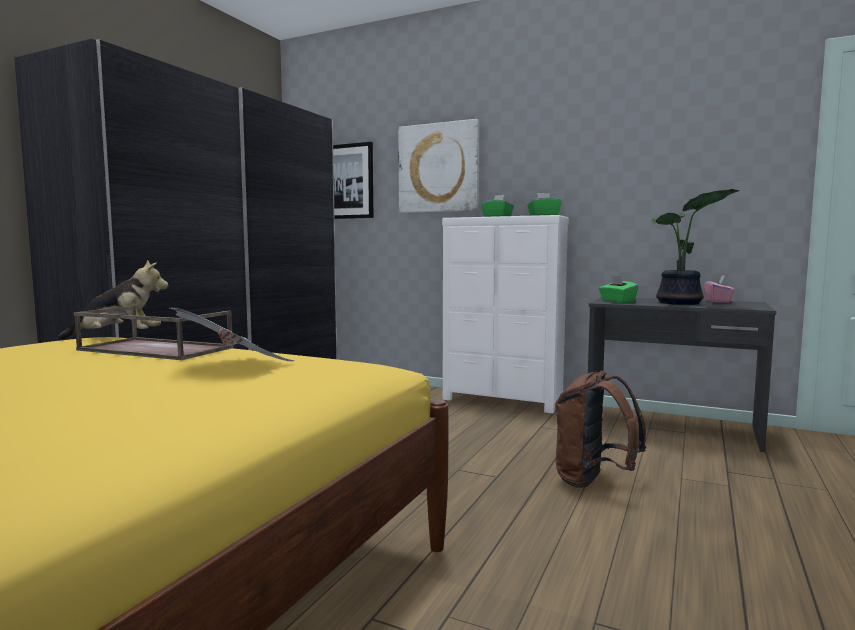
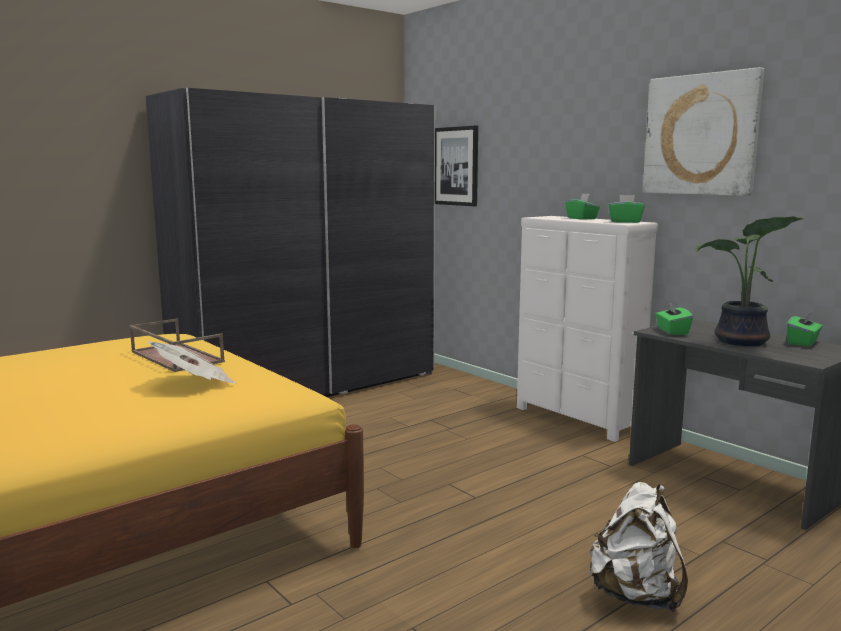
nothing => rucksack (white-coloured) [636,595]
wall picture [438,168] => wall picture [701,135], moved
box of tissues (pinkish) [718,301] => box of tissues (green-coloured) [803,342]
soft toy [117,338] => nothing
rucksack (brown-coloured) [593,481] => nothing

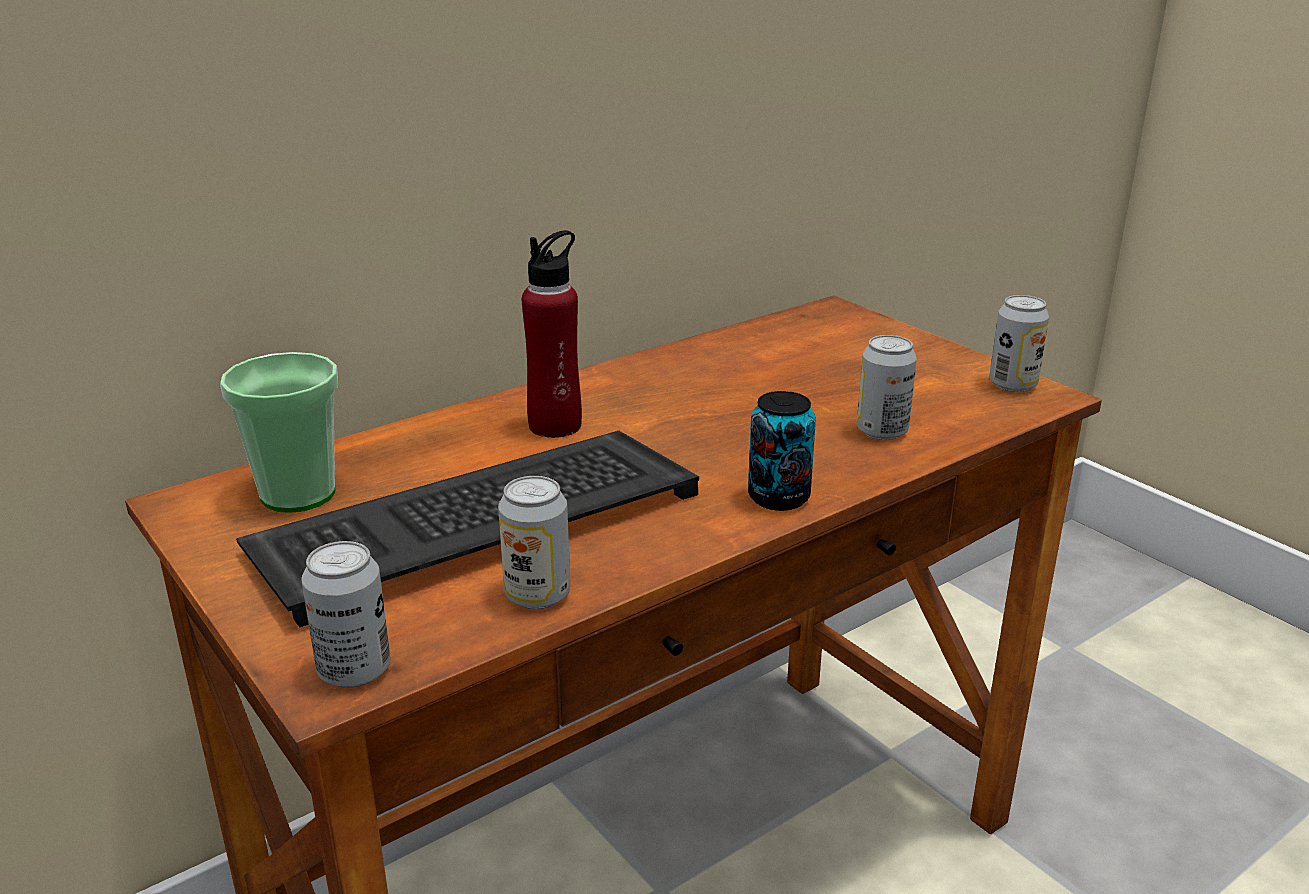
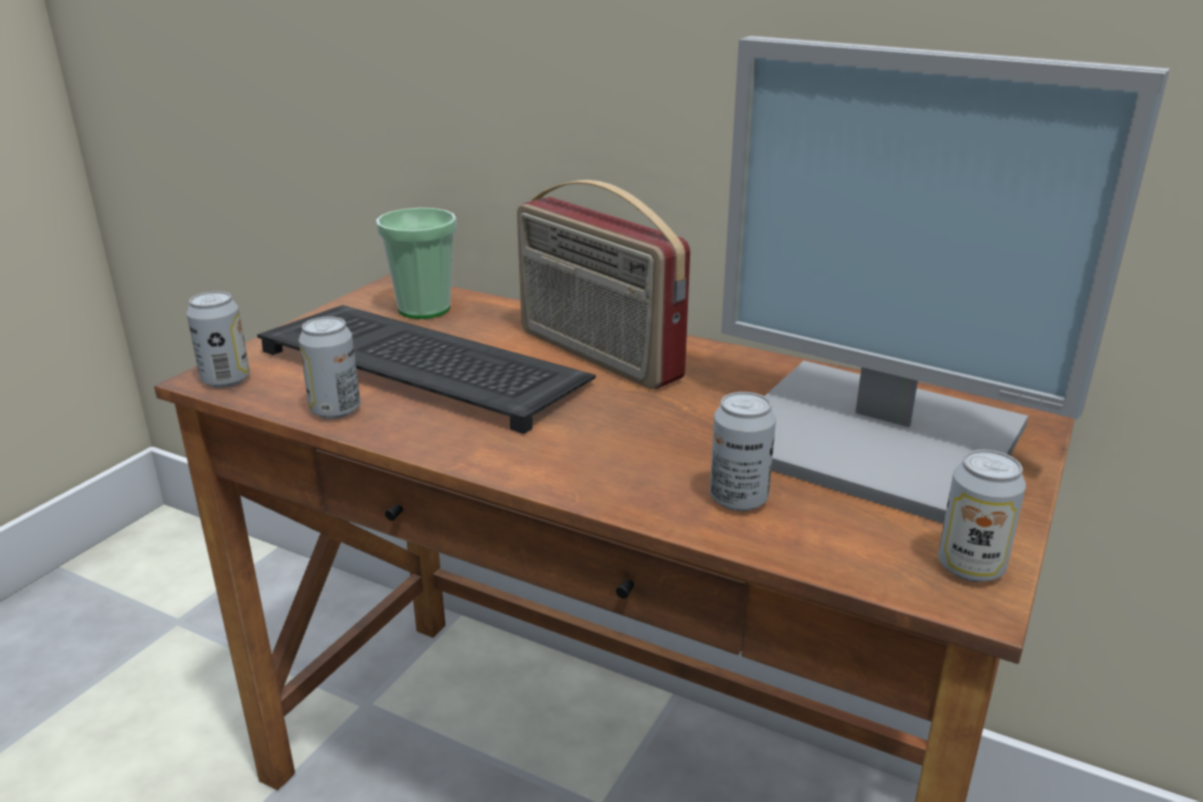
bottle (reddish) [555,425] => radio [596,355]
nothing => computer display [880,439]
sealed can [778,497] => nothing

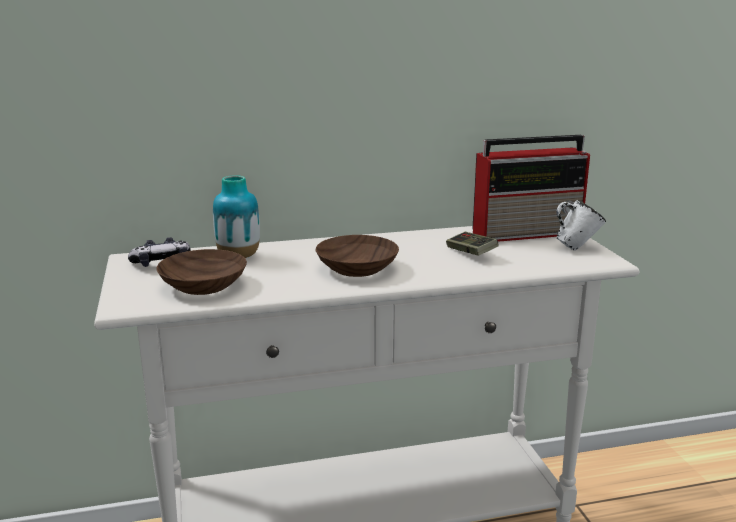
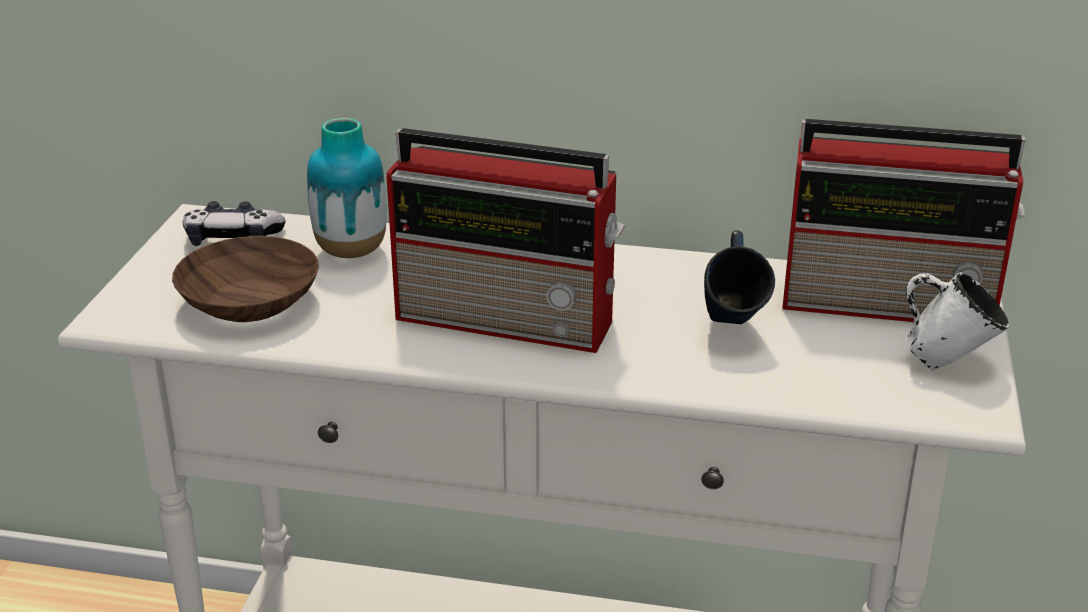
bowl (brown-coloured) [358,268] => radio [510,320]
game controller [471,253] => coffee mug (bluish) [732,330]

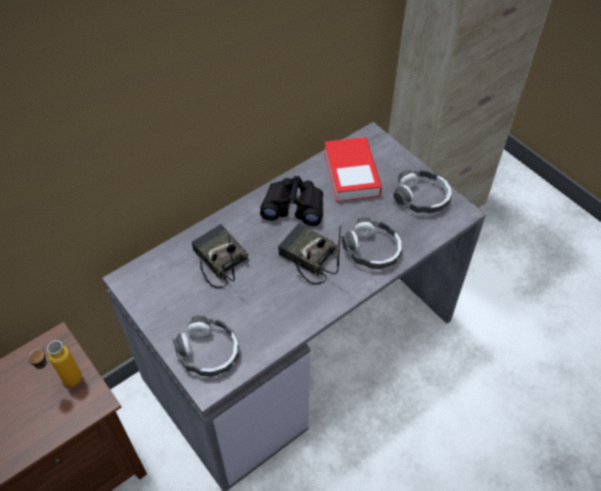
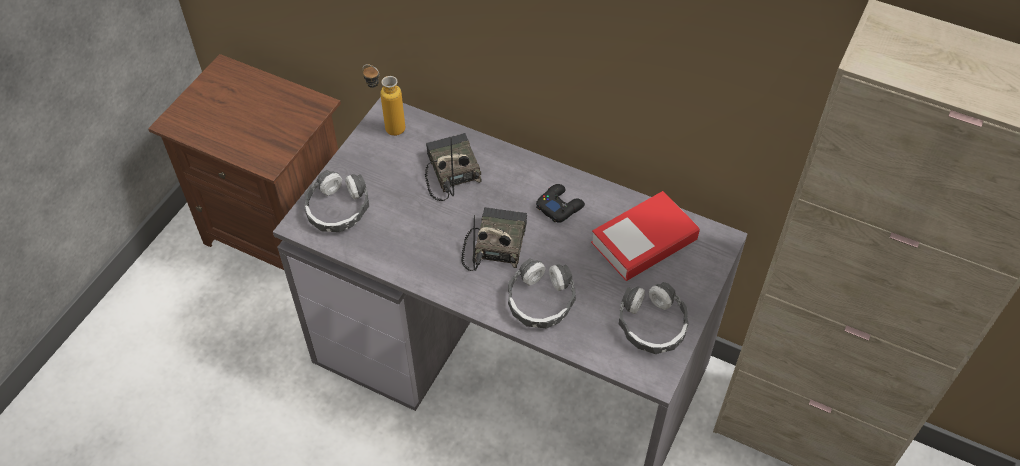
bottle [65,383] => bottle [387,127], moved
radio [218,260] => radio [450,172], 45 degrees counterclockwise
pair of binoculars (black-coloured) [294,206] => game controller (black-coloured) [559,206]

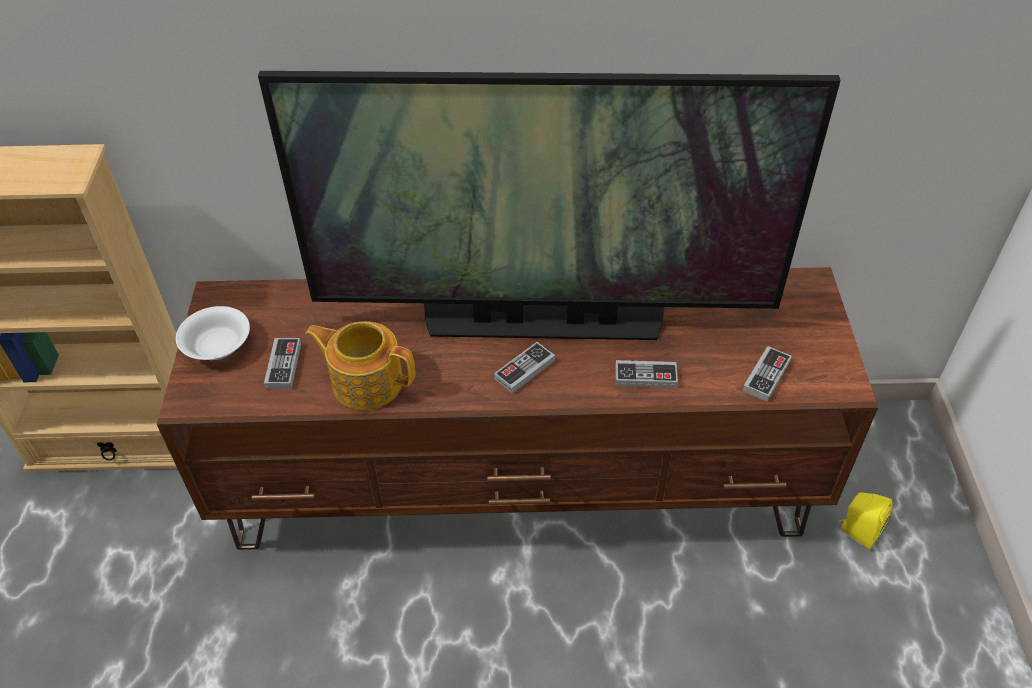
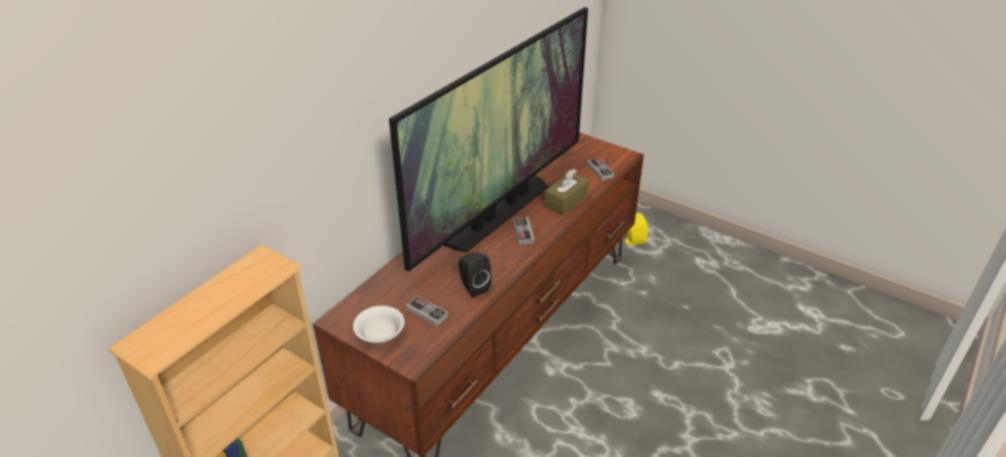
teapot [366,381] => loudspeaker (black-coloured) [473,287]
game controller [645,376] => box of tissues (brown-coloured) [566,200]

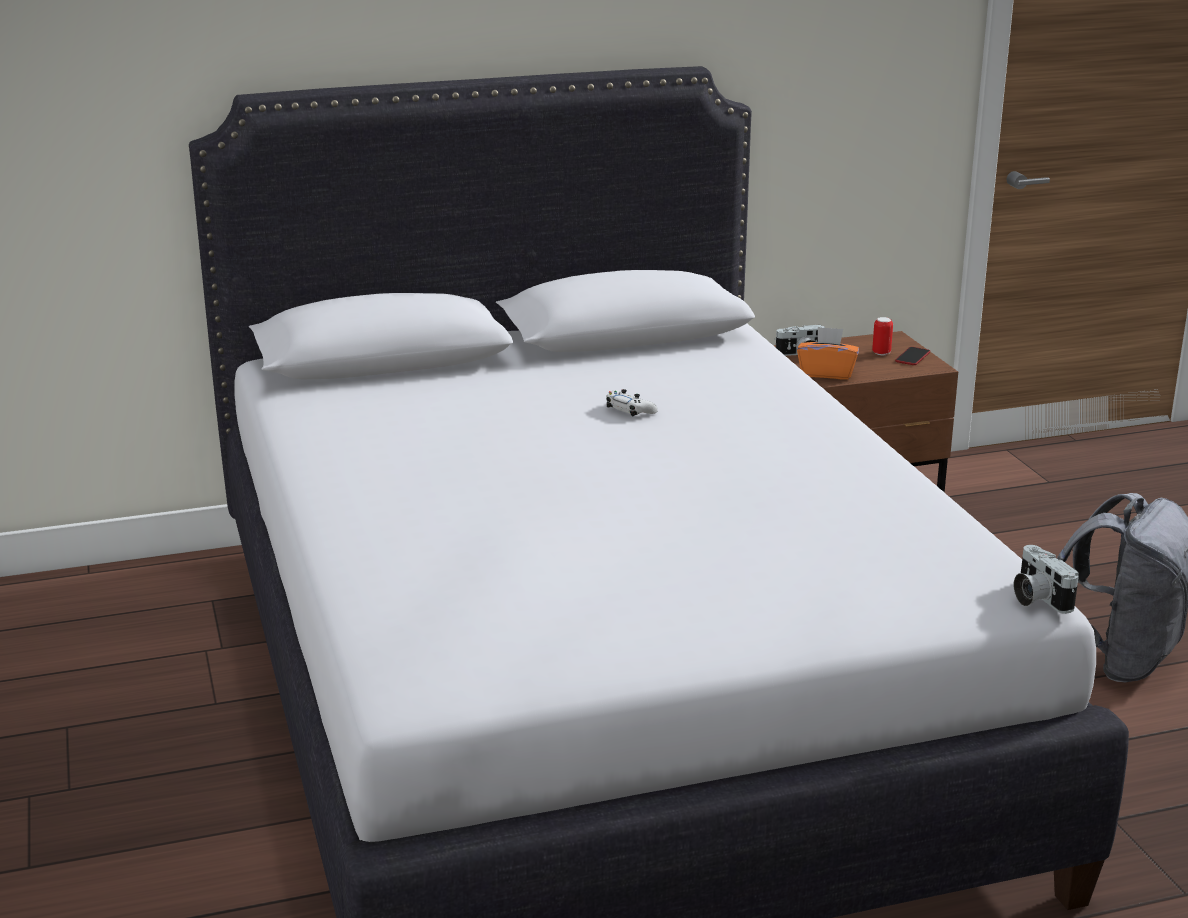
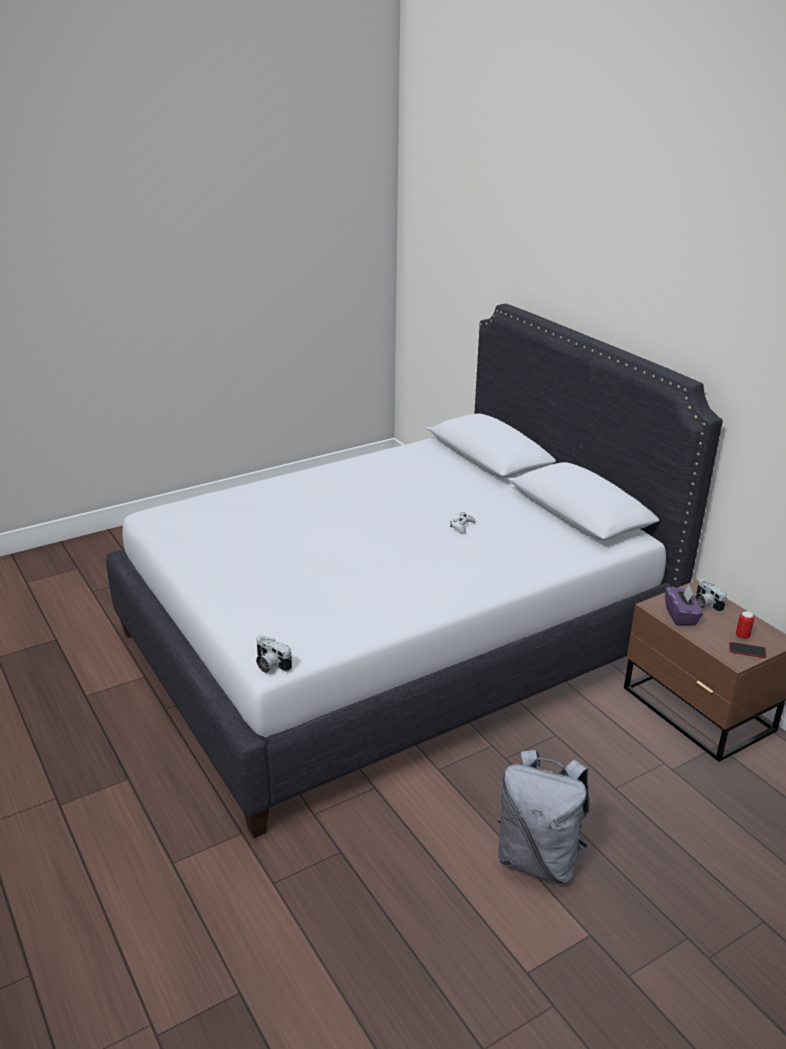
still camera [1036,598] => still camera [270,664], 105 degrees counterclockwise
box of tissues (orange) [827,373] => box of tissues (purplish) [681,616]

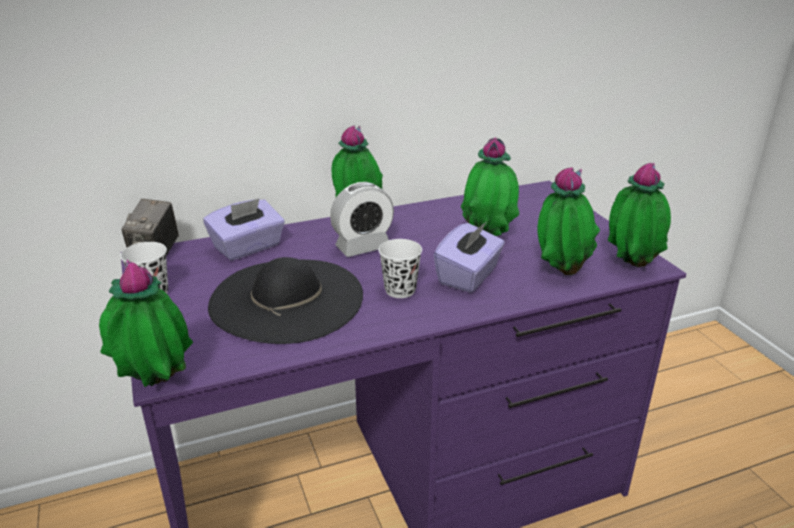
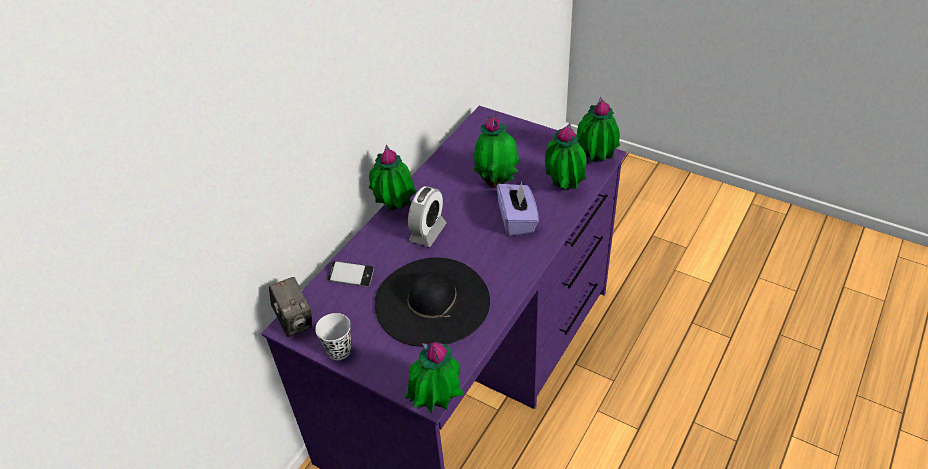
box of tissues (purplish) [248,247] => handset [351,276]
small cup (white-coloured) [400,290] => nothing

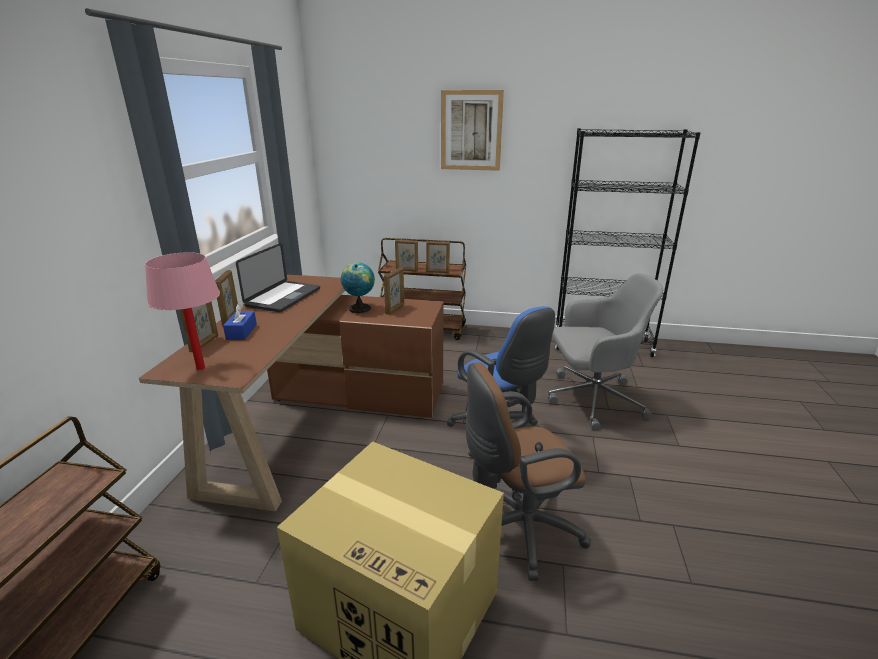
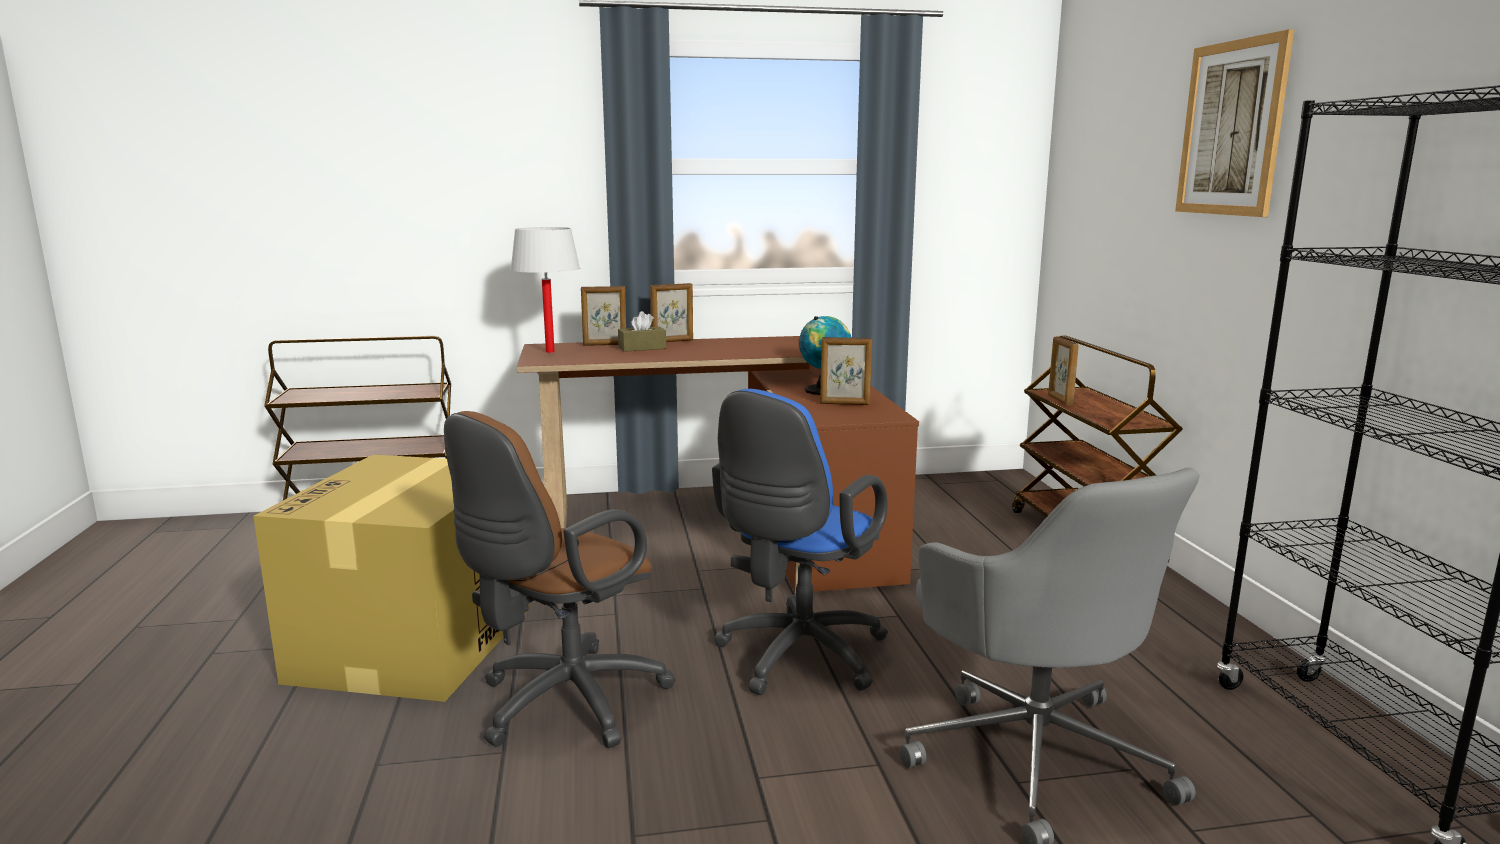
office chair (brown-coloured) [517,531] => office chair (brown-coloured) [563,704], 105 degrees counterclockwise
lamp for a table (pinkish) [200,368] => lamp for a table (white-coloured) [550,352]
box of tissues (bluish) [241,332] => box of tissues (brown-coloured) [642,348]
laptop [283,297] => nothing
photo frame [437,272] => nothing

